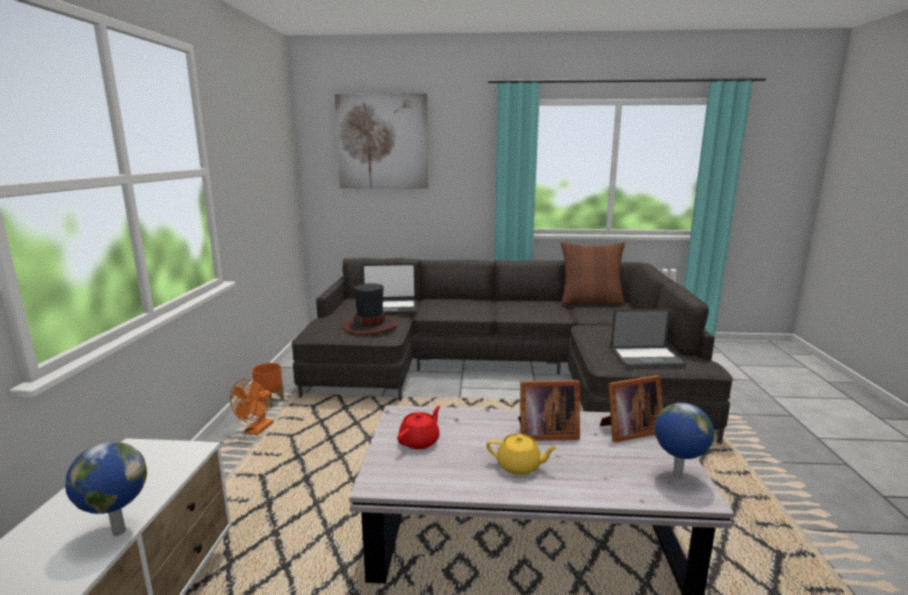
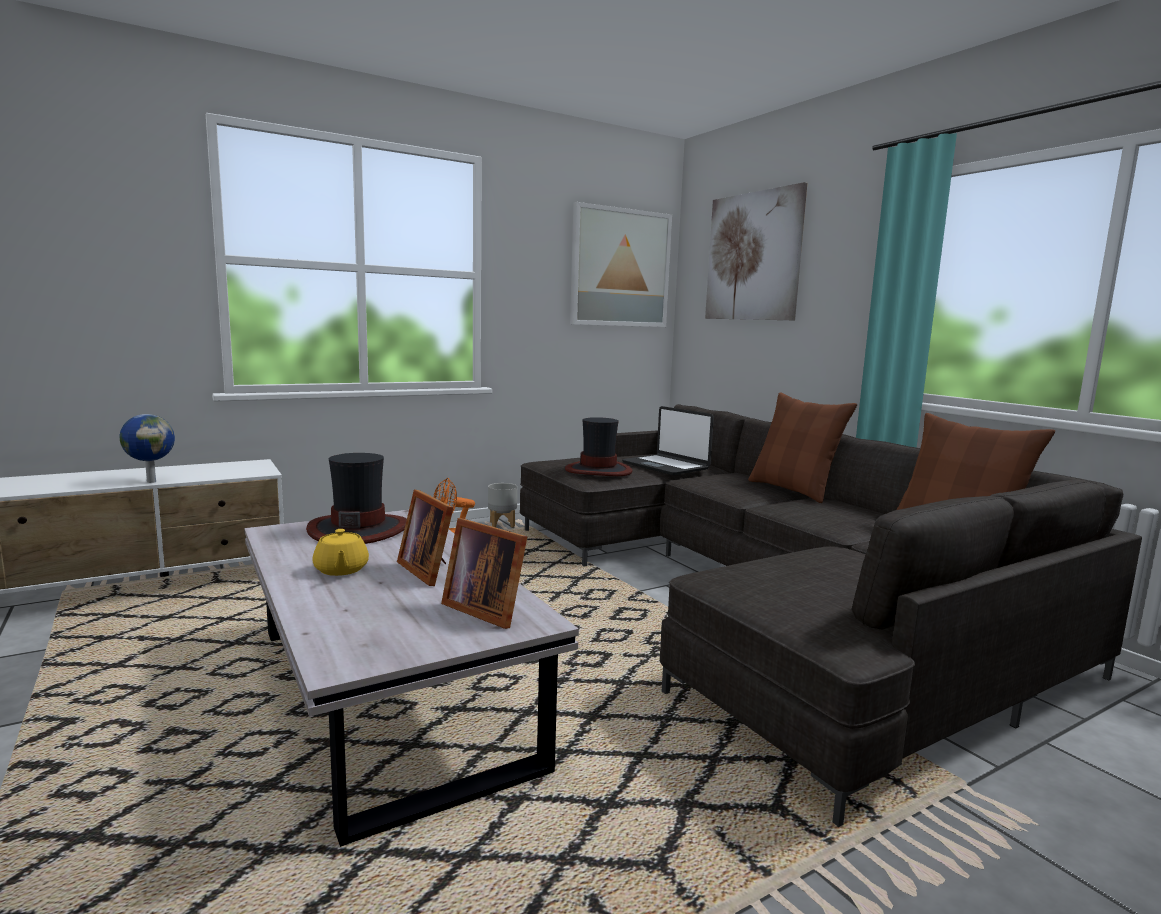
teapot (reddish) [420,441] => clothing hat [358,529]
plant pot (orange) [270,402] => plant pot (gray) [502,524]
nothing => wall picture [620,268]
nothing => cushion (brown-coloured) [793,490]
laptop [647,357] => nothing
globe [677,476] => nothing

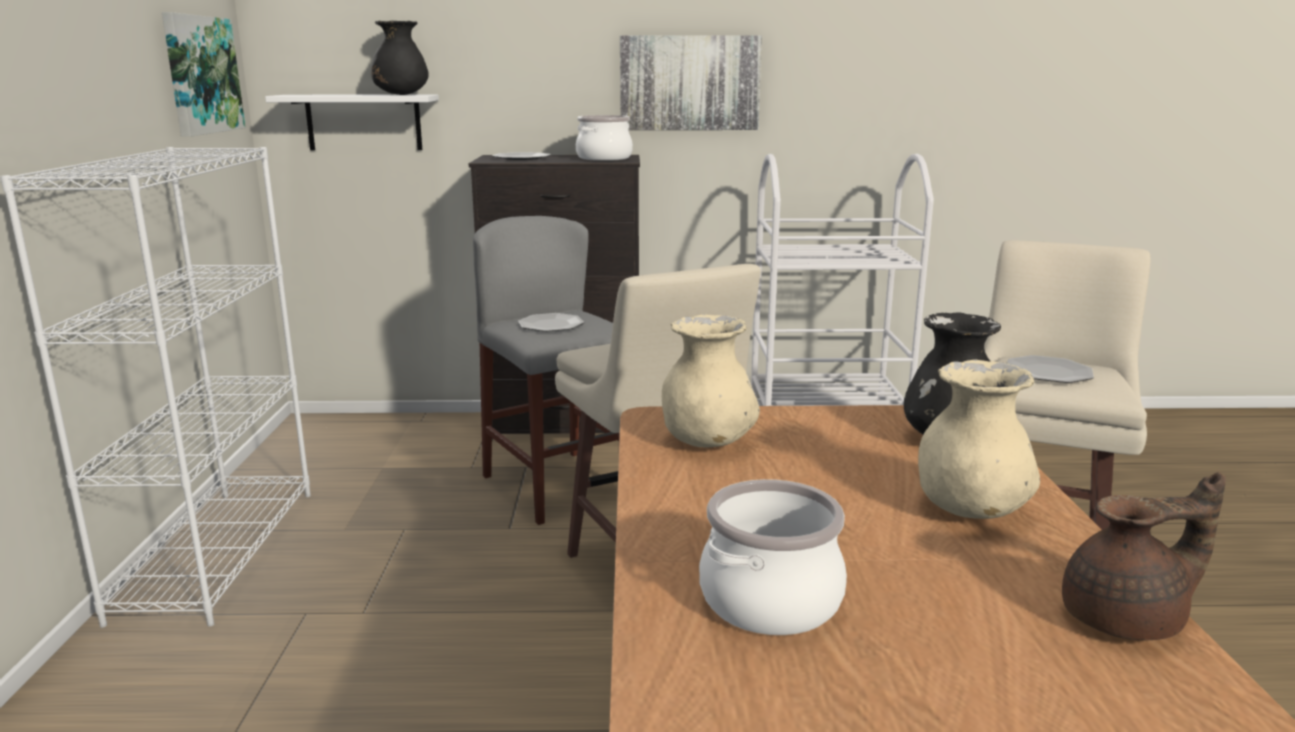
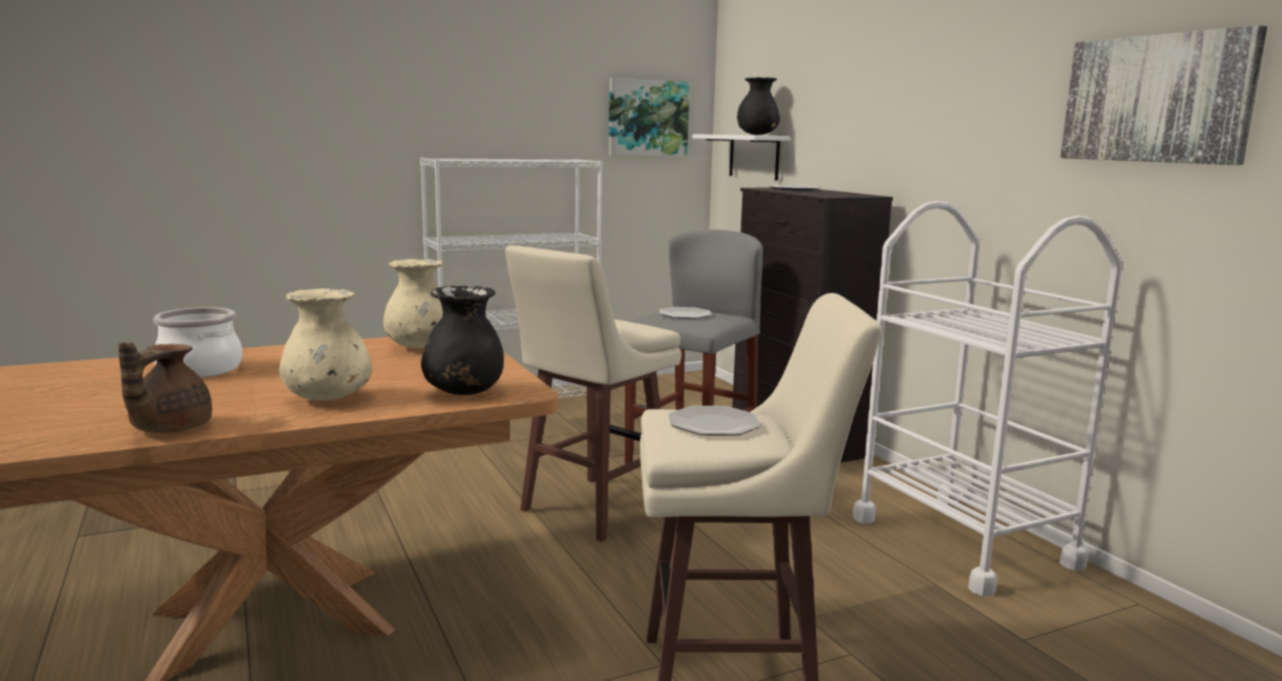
teapot (brown-coloured) [1127,620] => teapot (brown-coloured) [168,429], 45 degrees clockwise
wall picture [689,83] => wall picture [1156,99], moved
stockpot [604,158] => nothing

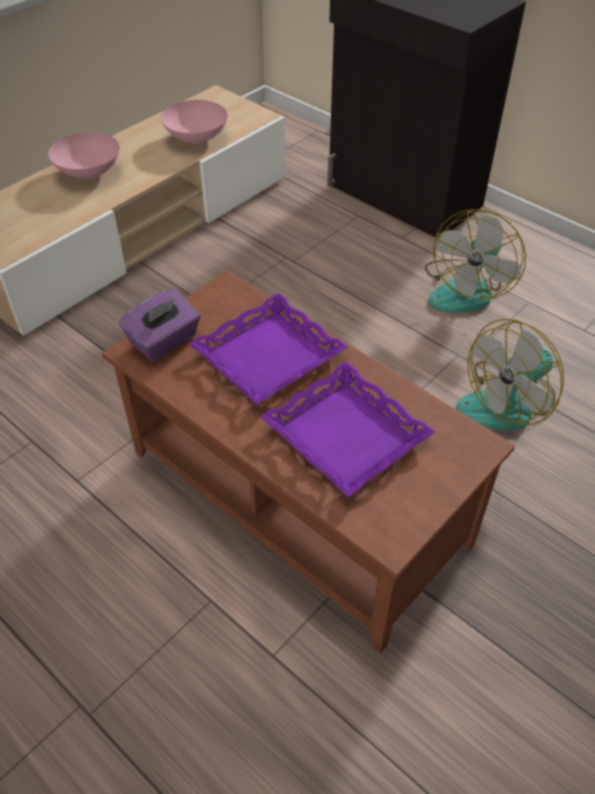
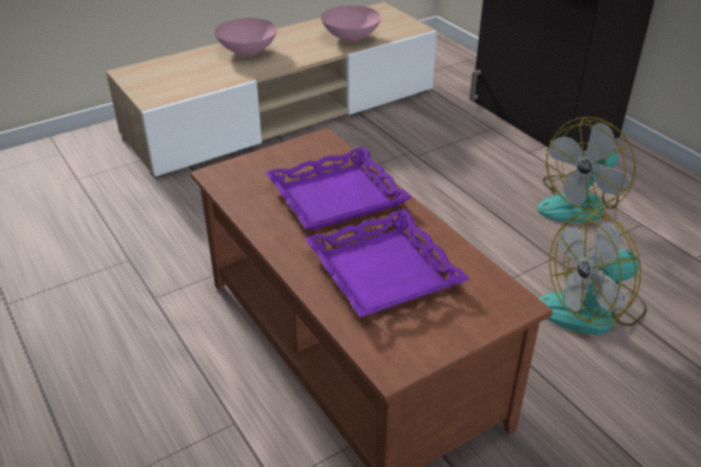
box of tissues (purplish) [164,341] => nothing

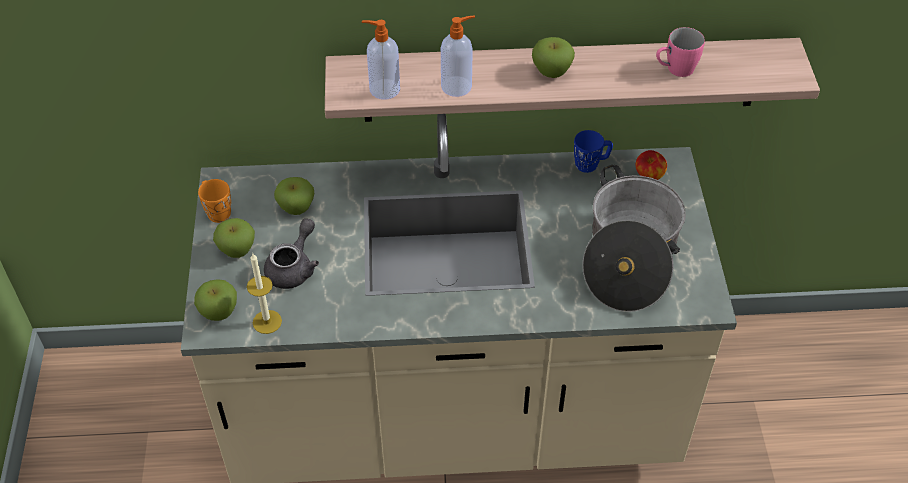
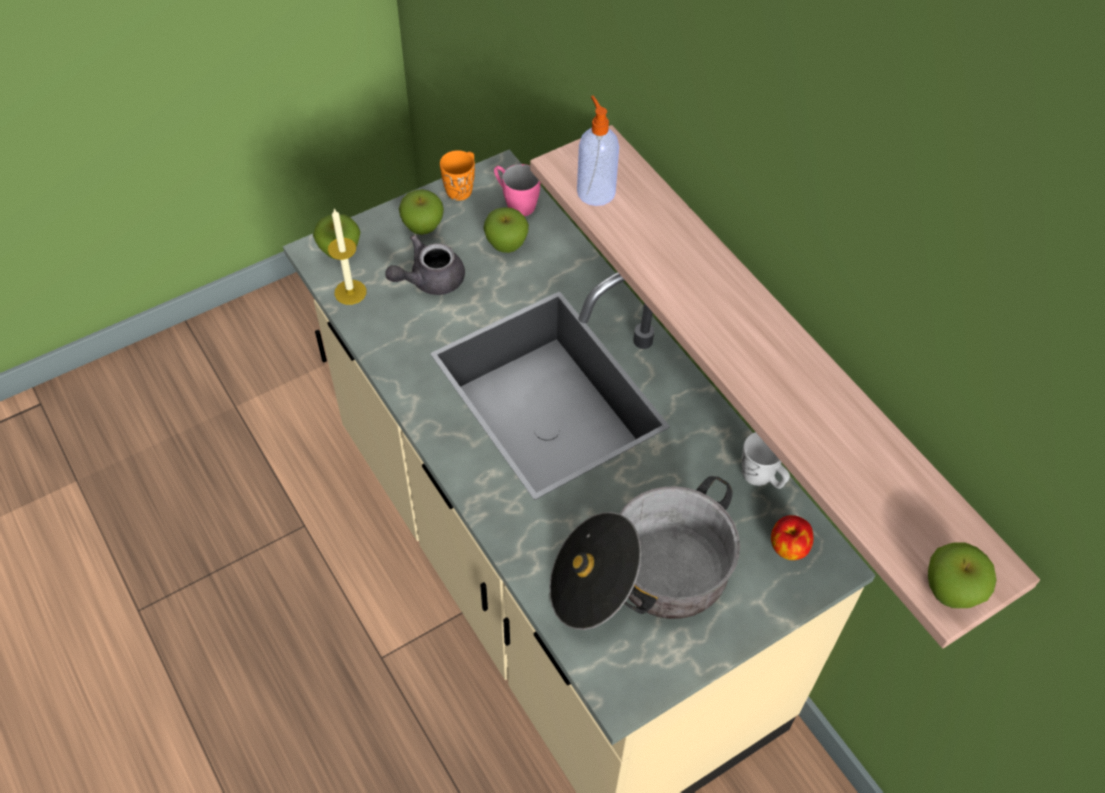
teapot (gray) [294,267] => teapot (gray) [429,280], 150 degrees clockwise
coffee mug (pinkish) [674,70] => coffee mug (pinkish) [515,203], moved
coffee mug (bluish) [591,164] => coffee mug (white-coloured) [762,478]
whole apple [551,72] => whole apple [950,591], moved
soap bottle [457,86] => nothing

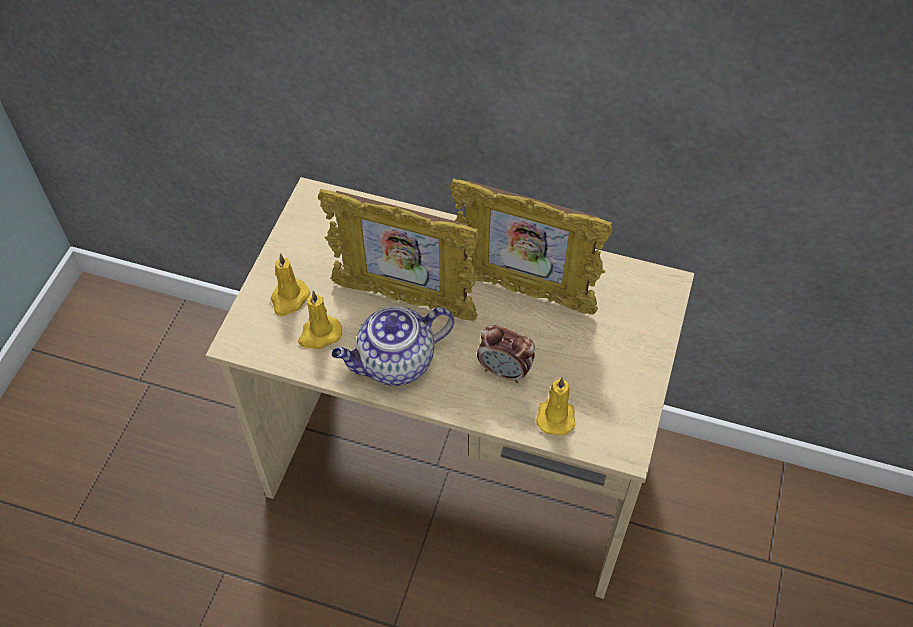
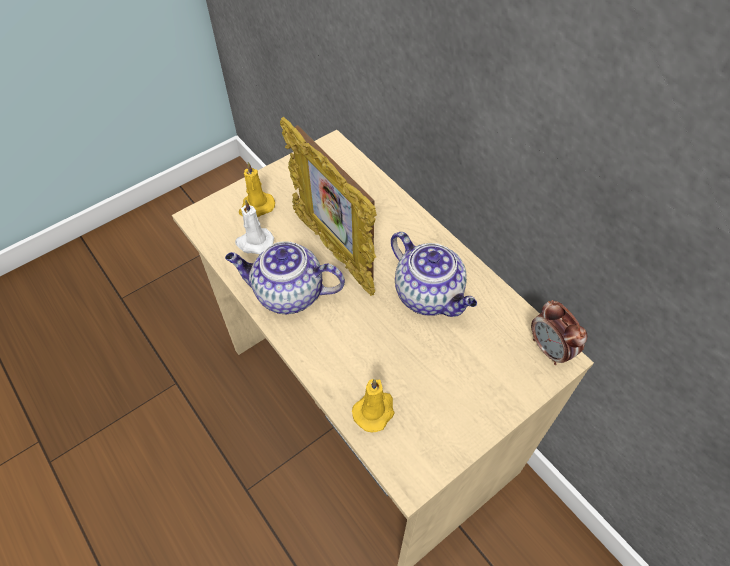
candle (yellow-coloured) [319,334] => candle (white-coloured) [254,243]
photo frame [523,291] => teapot [430,295]
bedside clock [504,371] => bedside clock [550,349], moved

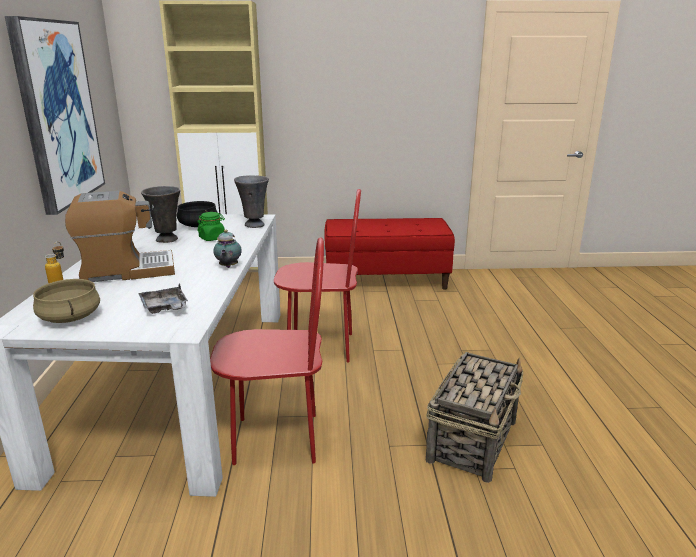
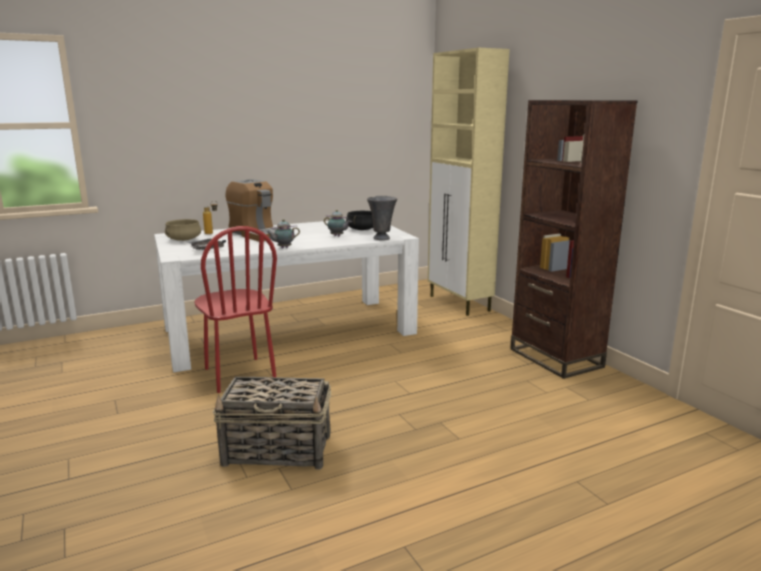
jar (green-coloured) [212,238] => teapot [338,236]
long seat (reddish) [386,280] => shelving unit (brown-coloured) [555,358]
wall picture [57,113] => nothing
flower vase (gray) [167,240] => nothing
plain chair (reddish) [320,346] => nothing

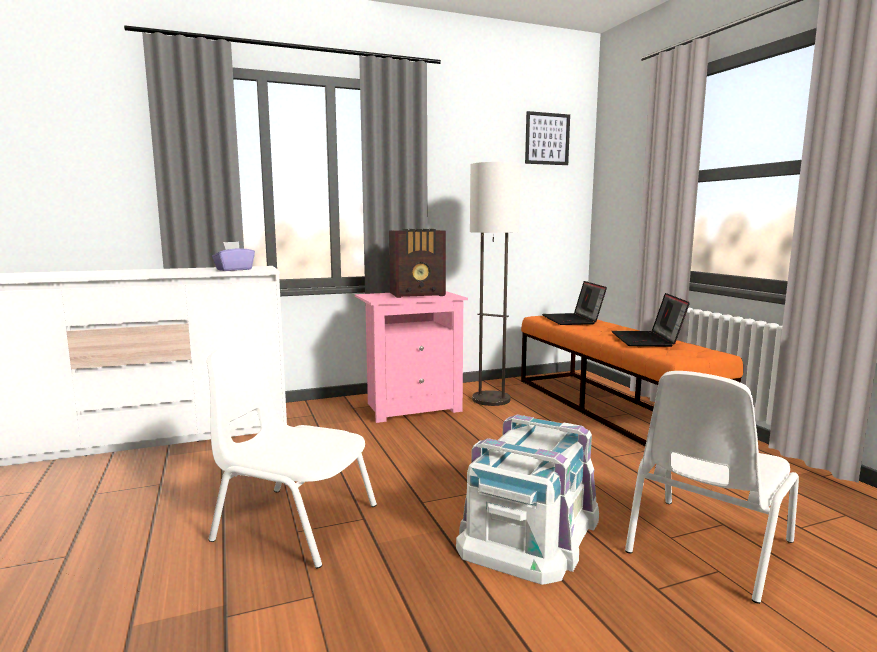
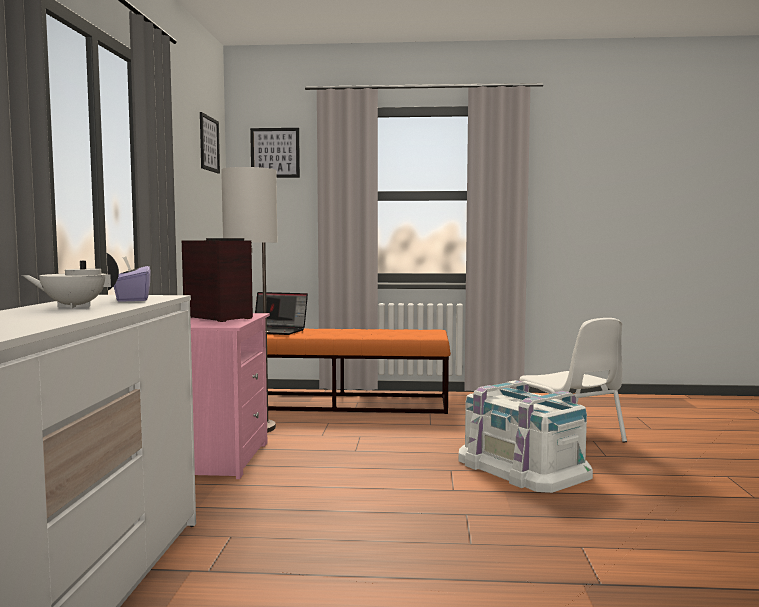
nothing => teapot (white-coloured) [73,306]
radio [418,295] => radio [218,317], 60 degrees counterclockwise
nothing => wall picture [275,153]
plain chair (white-coloured) [294,523] => nothing
laptop [647,340] => nothing

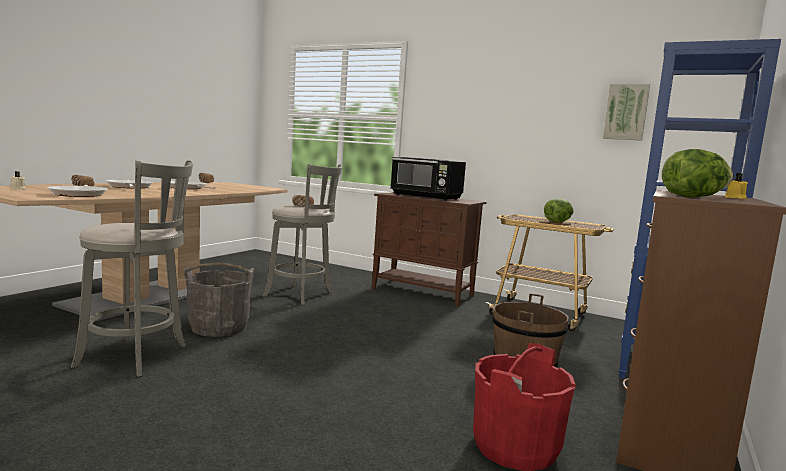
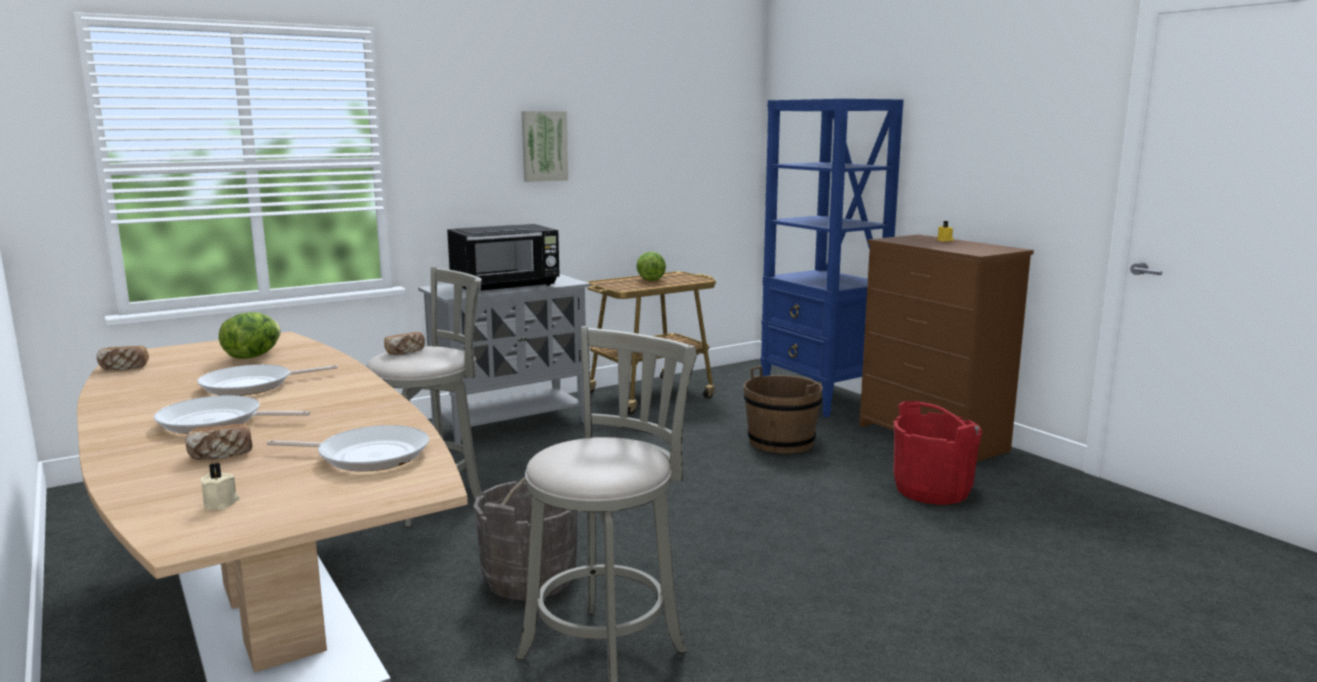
lettuce head [693,197] => lettuce head [253,356], moved
storage cabinet (brown-coloured) [423,292] => storage cabinet (gray) [512,425]
wall picture [626,112] => wall picture [543,146], moved

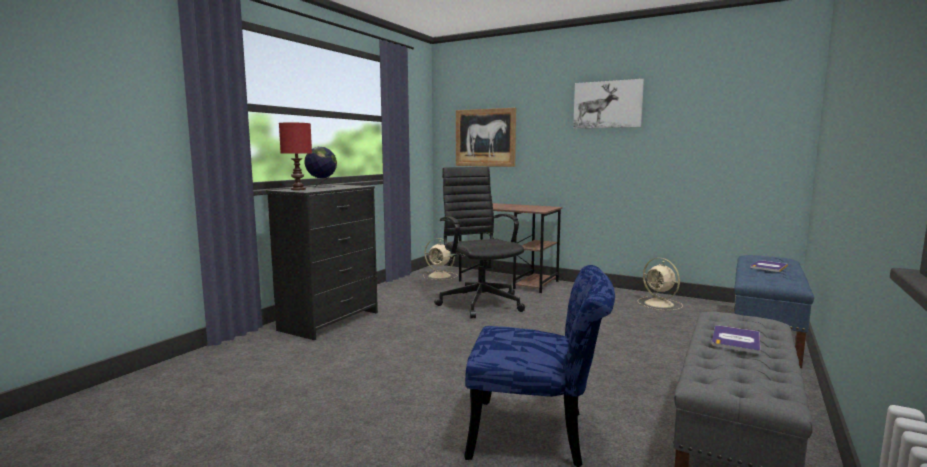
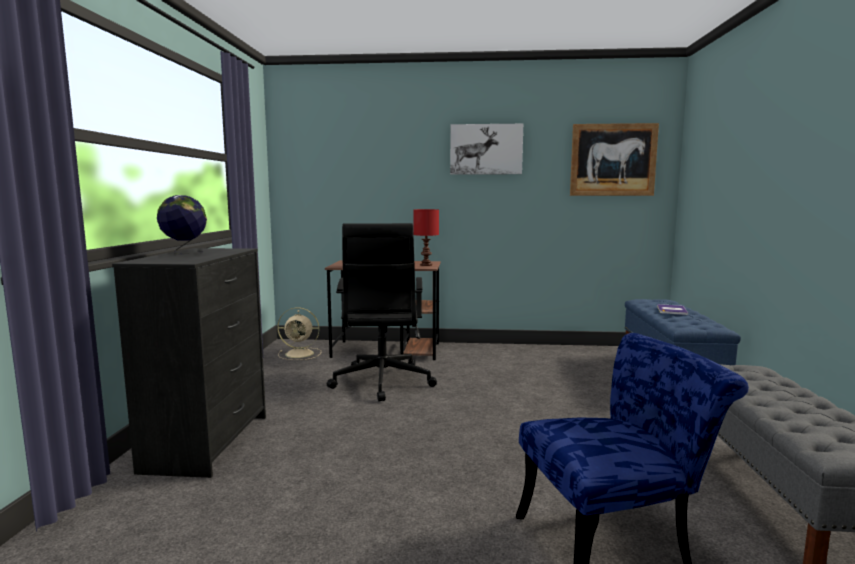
office chair (black-coloured) [480,303] => office chair (black-coloured) [382,382], 135 degrees counterclockwise
lamp for a table (reddish) [298,189] => lamp for a table (reddish) [426,265], moved
wall picture [485,137] => wall picture [613,160], moved
electric fan (beige-coloured) [660,304] => nothing
book [736,340] => nothing

